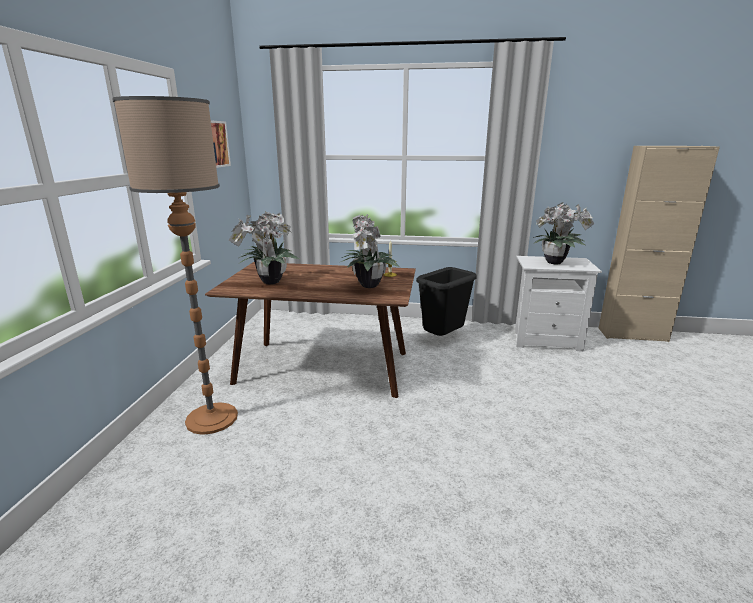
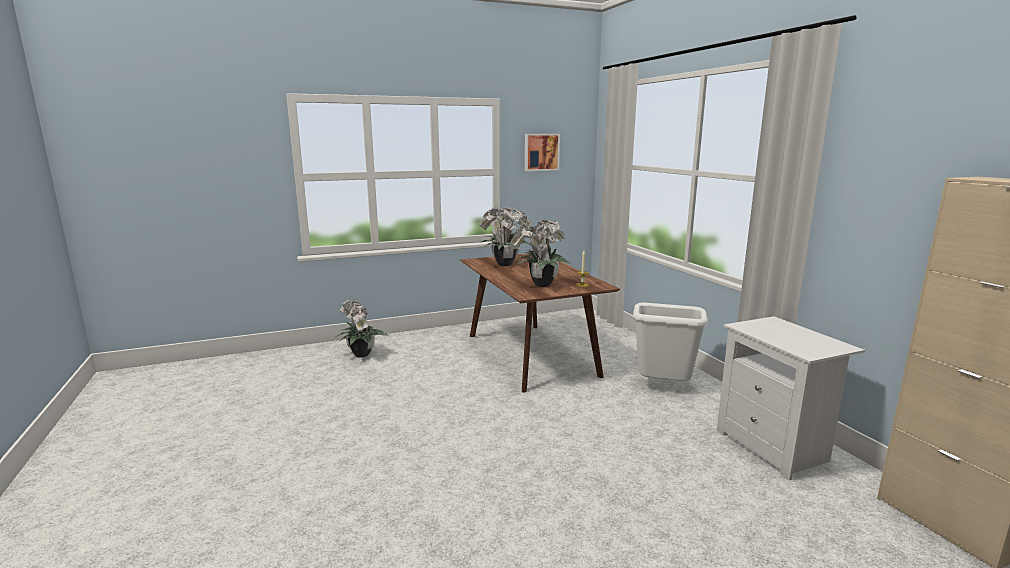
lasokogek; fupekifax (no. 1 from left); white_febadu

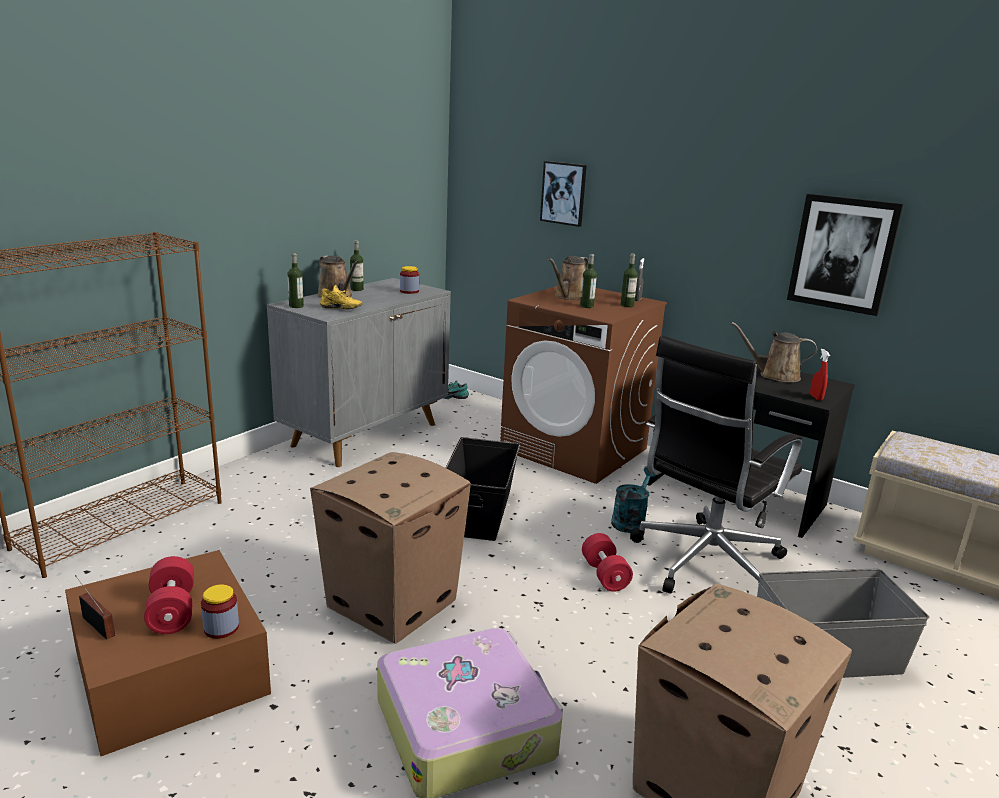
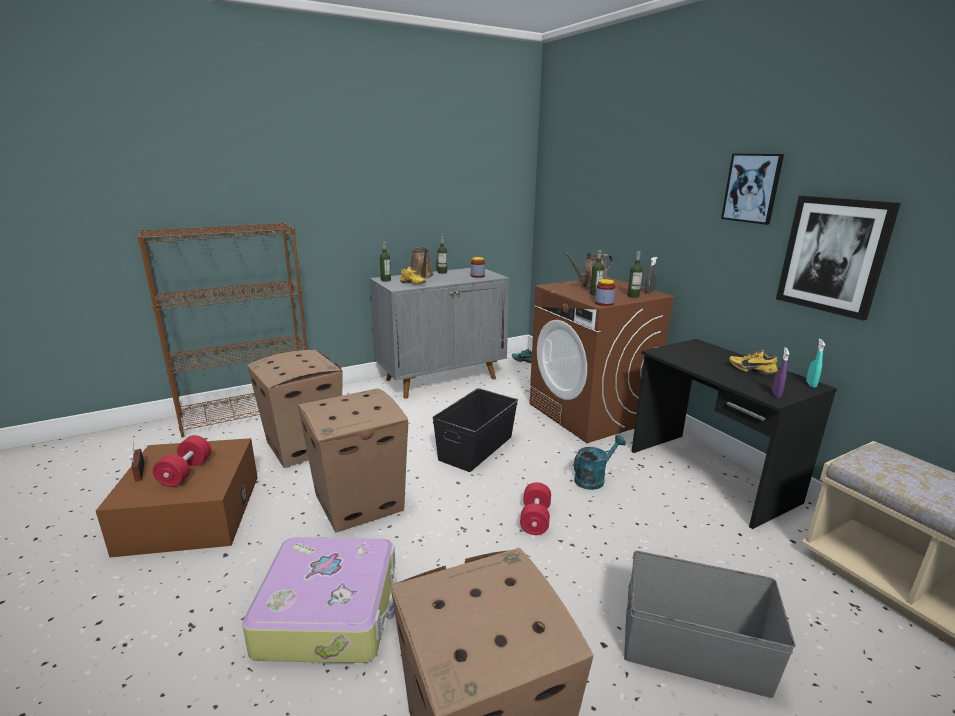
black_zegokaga; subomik (no. 1 from left); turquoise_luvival; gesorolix (no. 2 from left); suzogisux (no. 1 from left); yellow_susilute (no. 2 from left); purple_luvival

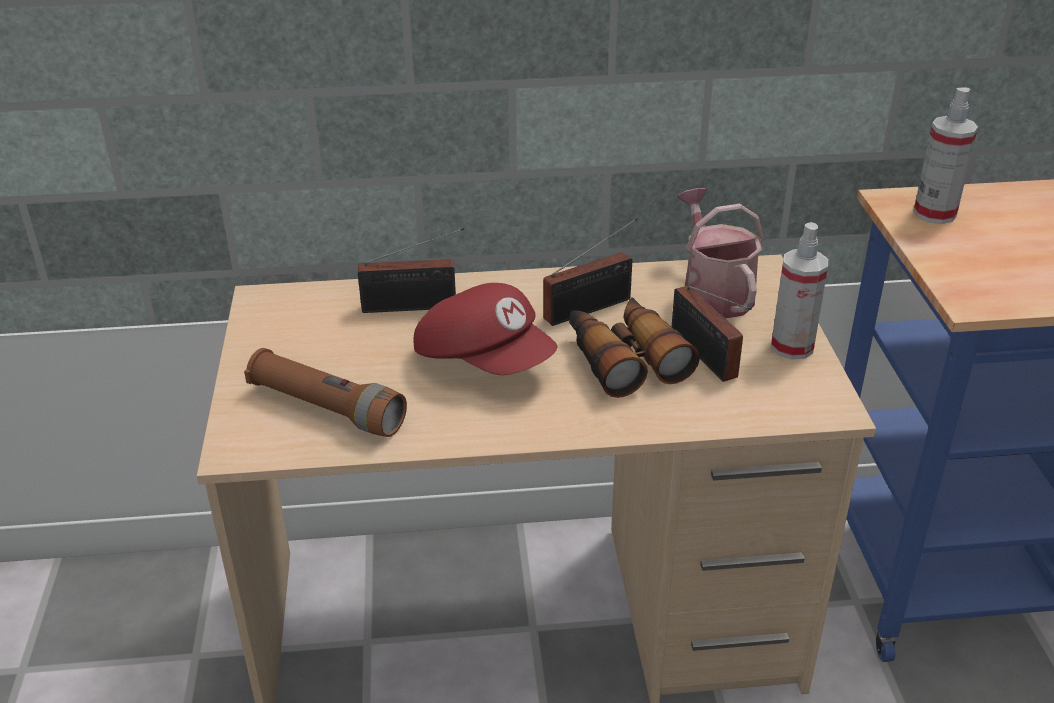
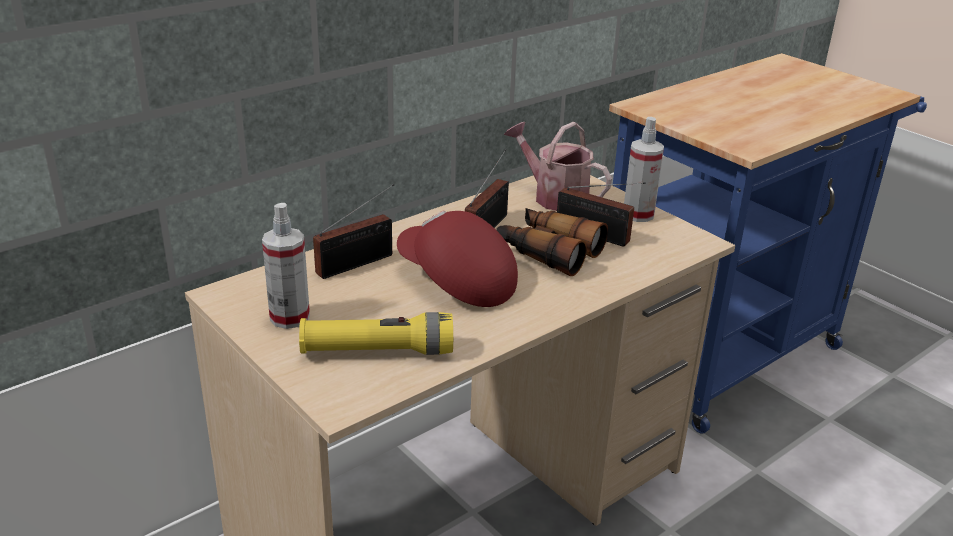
luvival (no. 1 from left); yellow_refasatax; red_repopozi

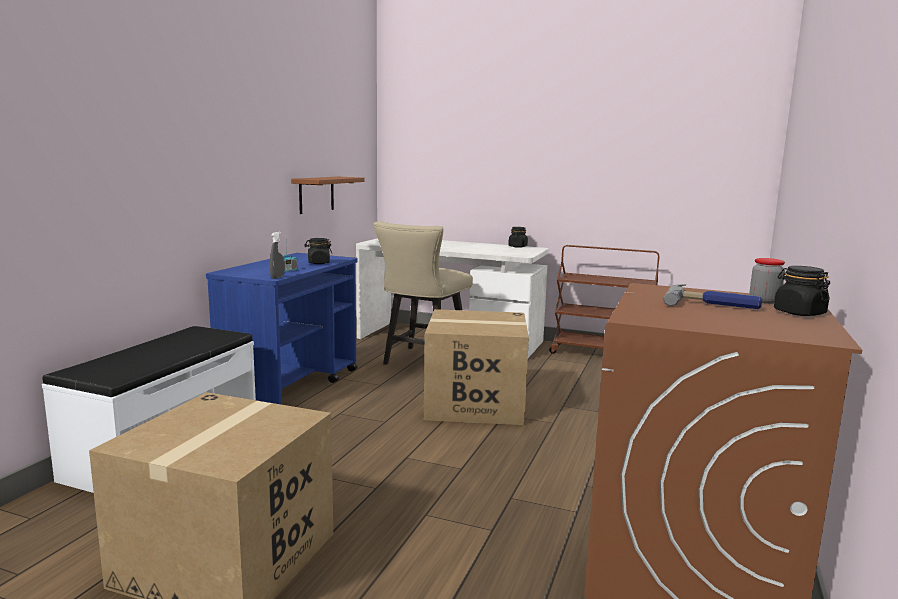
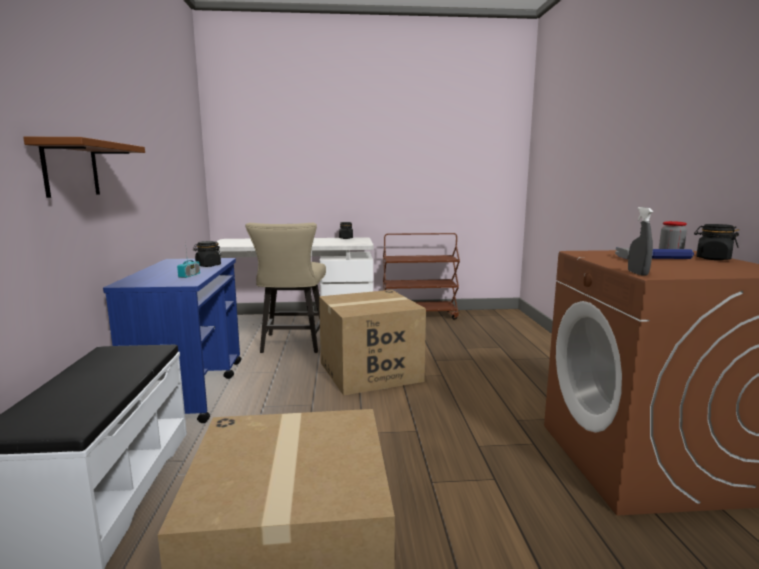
grey_luvival; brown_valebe

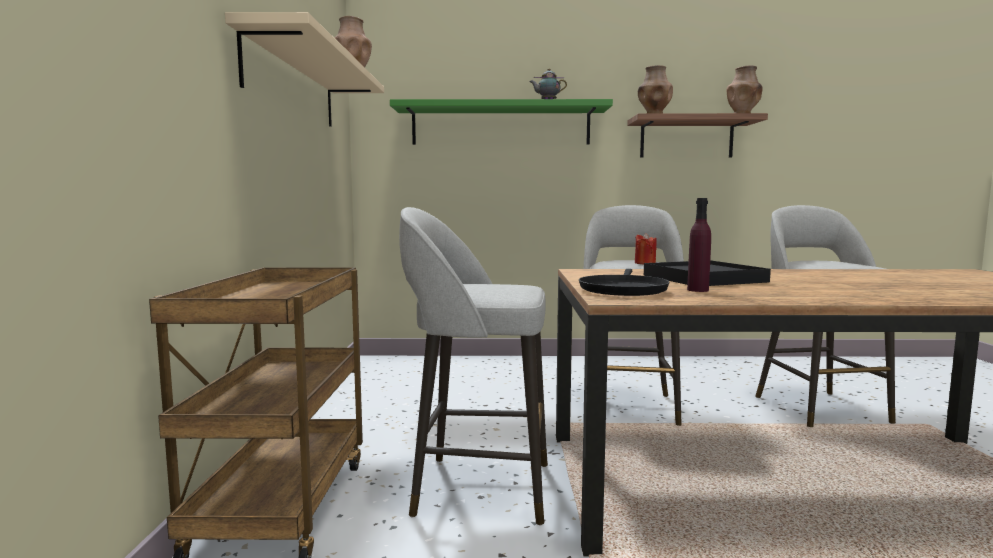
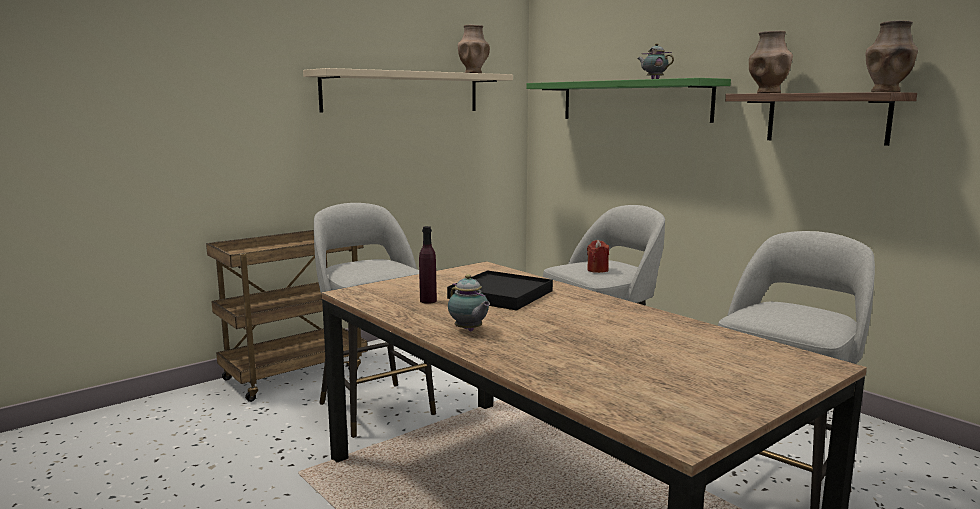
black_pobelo; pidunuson (no. 1 from left)

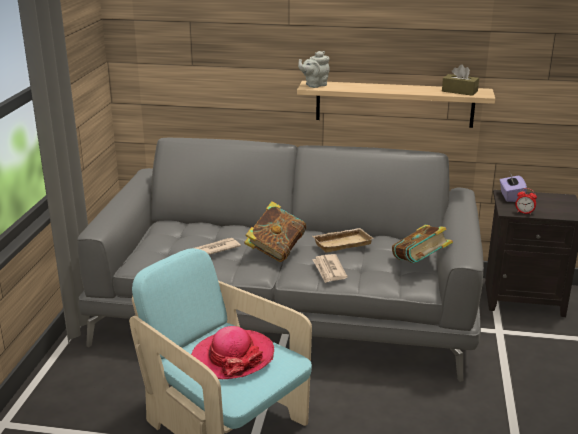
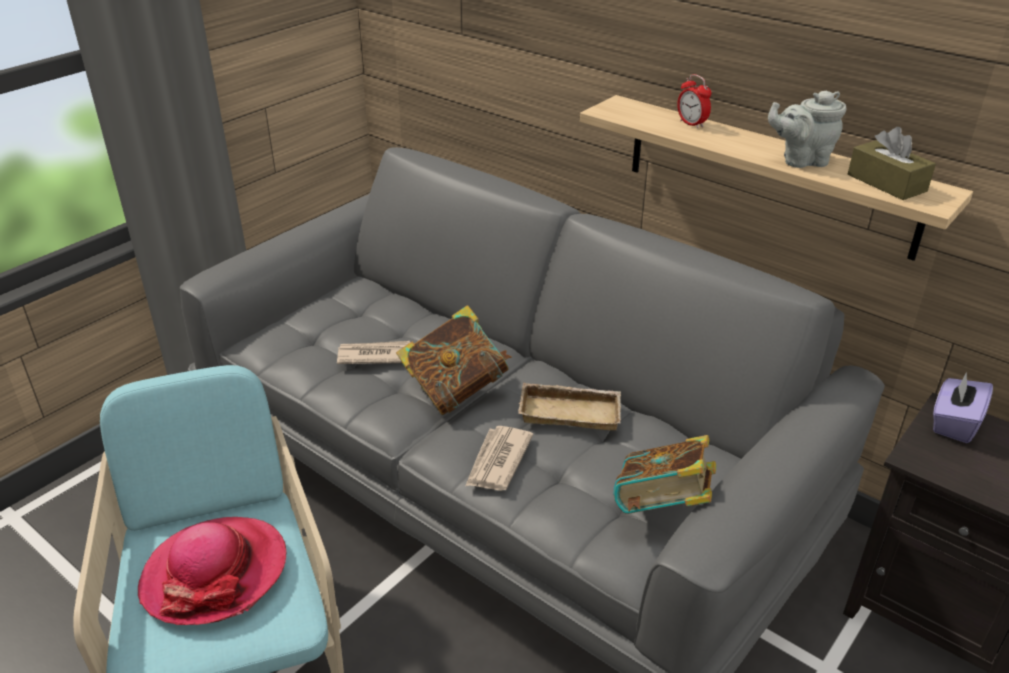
grey_pidunuson; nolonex

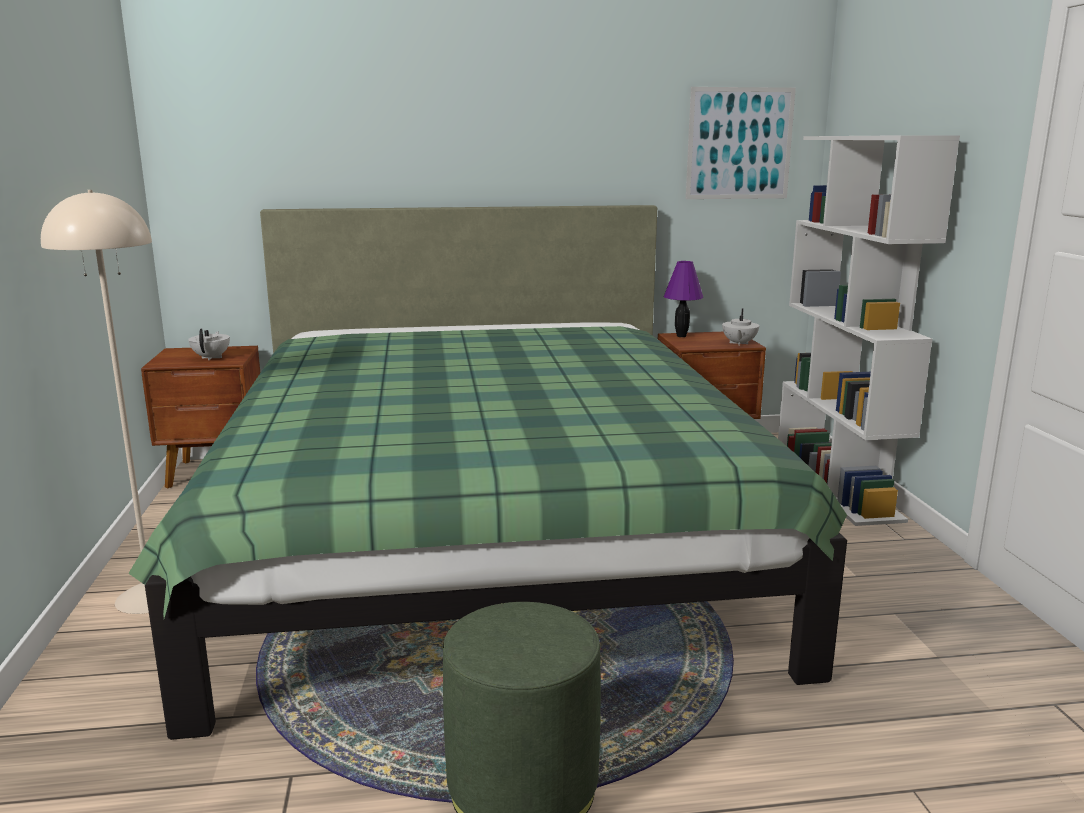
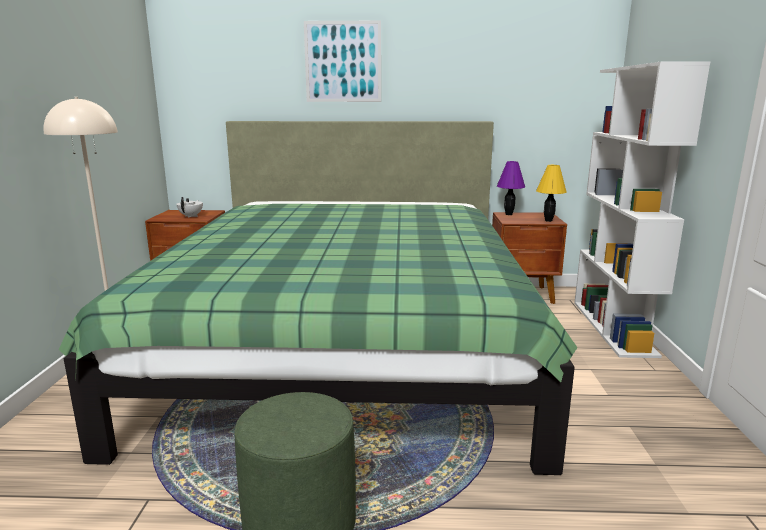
suzogisux; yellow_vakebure

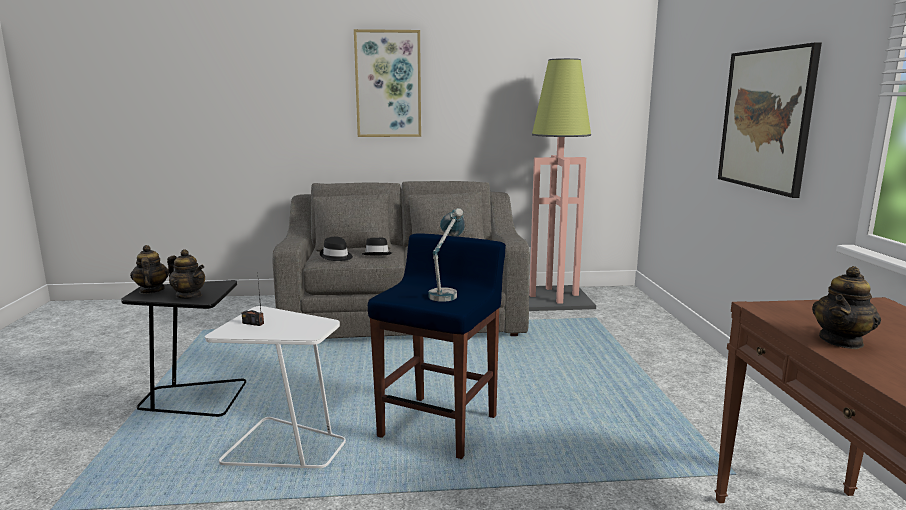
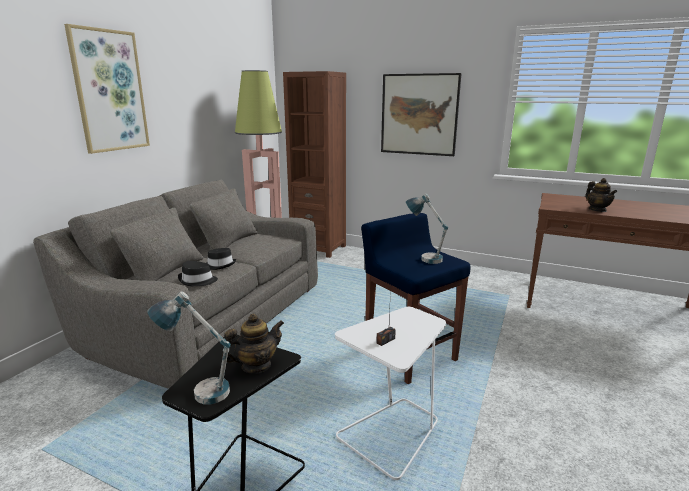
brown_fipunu; vakebure (no. 1 from left)

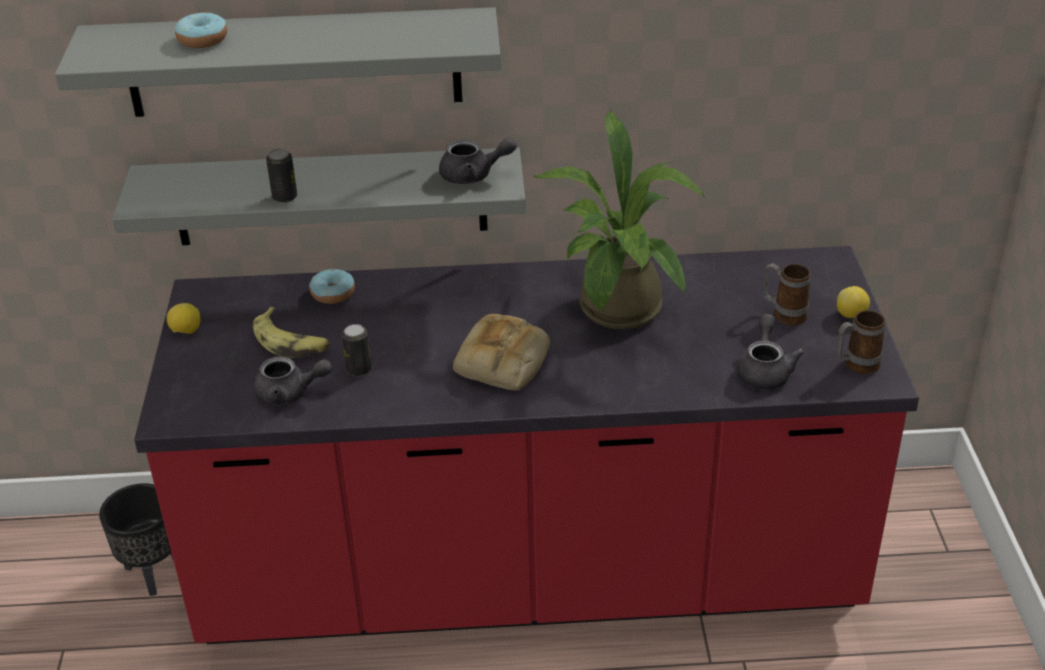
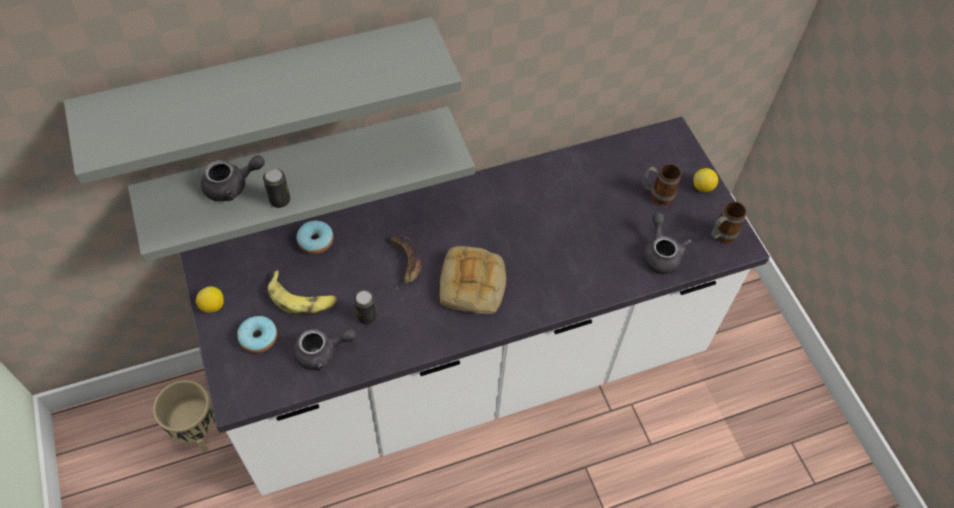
fupekifax; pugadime (no. 2 from left); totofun (no. 1 from left); grey_pidunuson (no. 1 from left); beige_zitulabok; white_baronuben

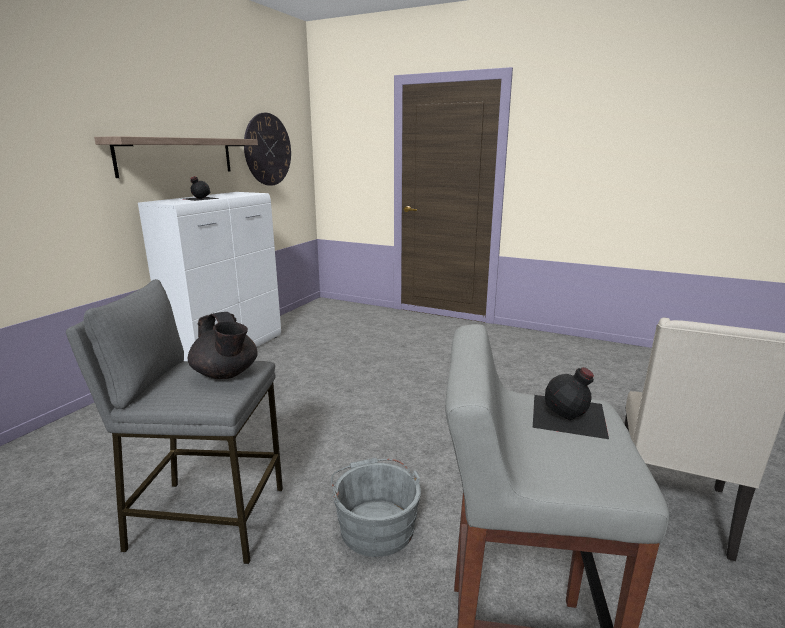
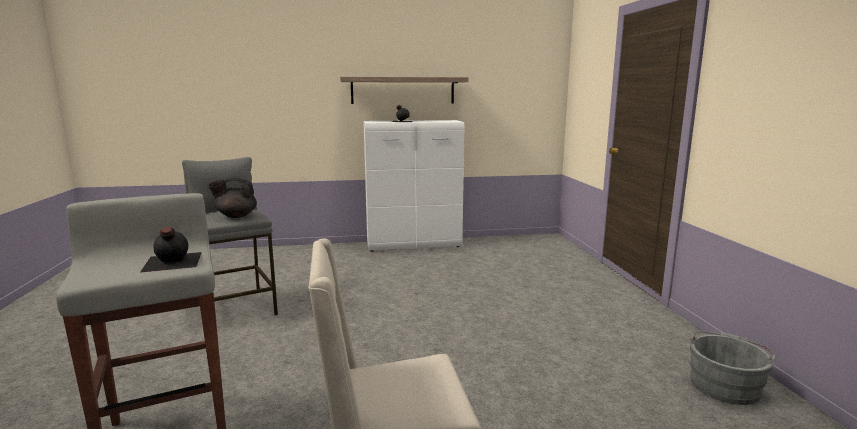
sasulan; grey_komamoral; black_pidunuson

